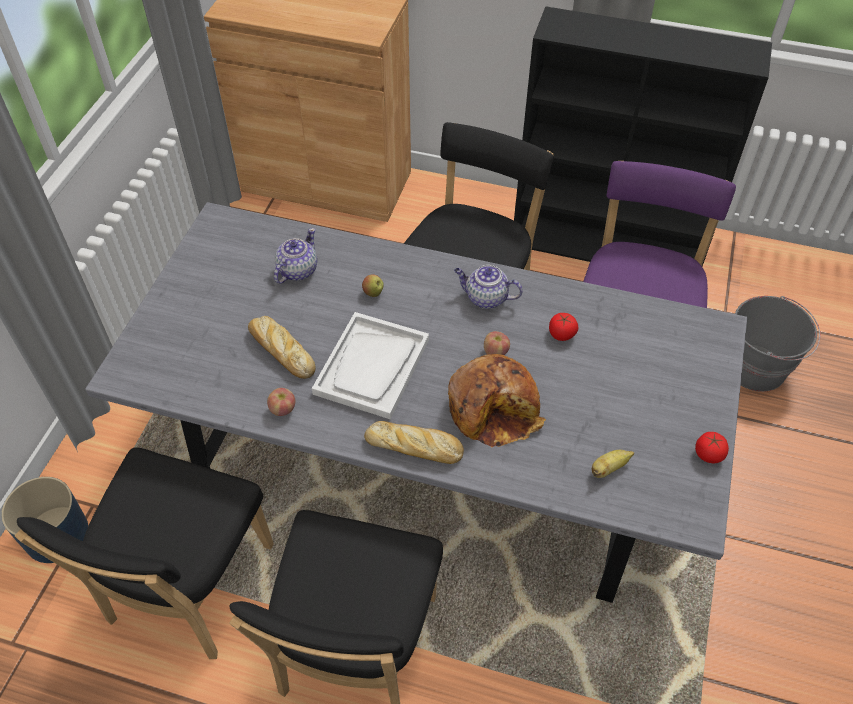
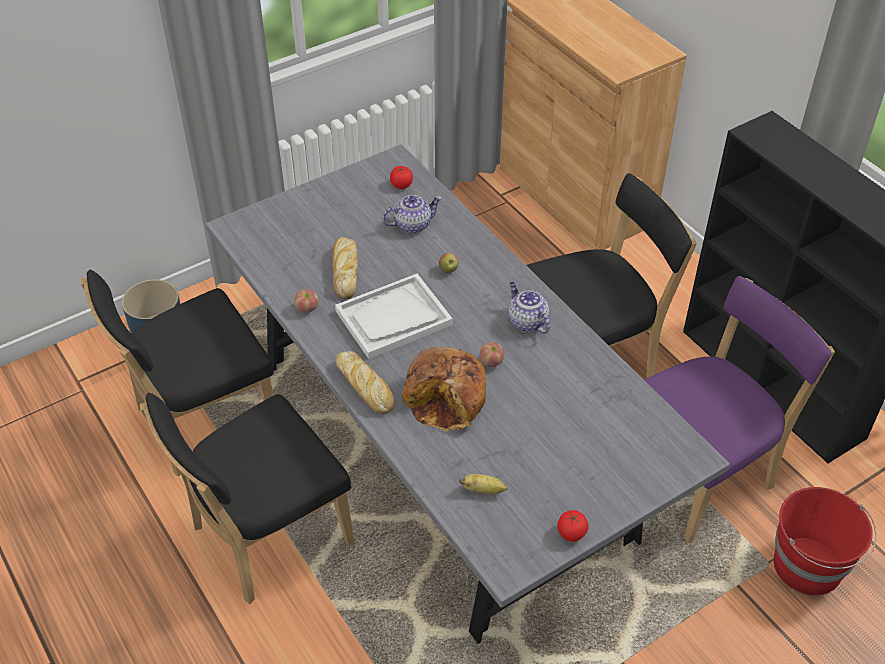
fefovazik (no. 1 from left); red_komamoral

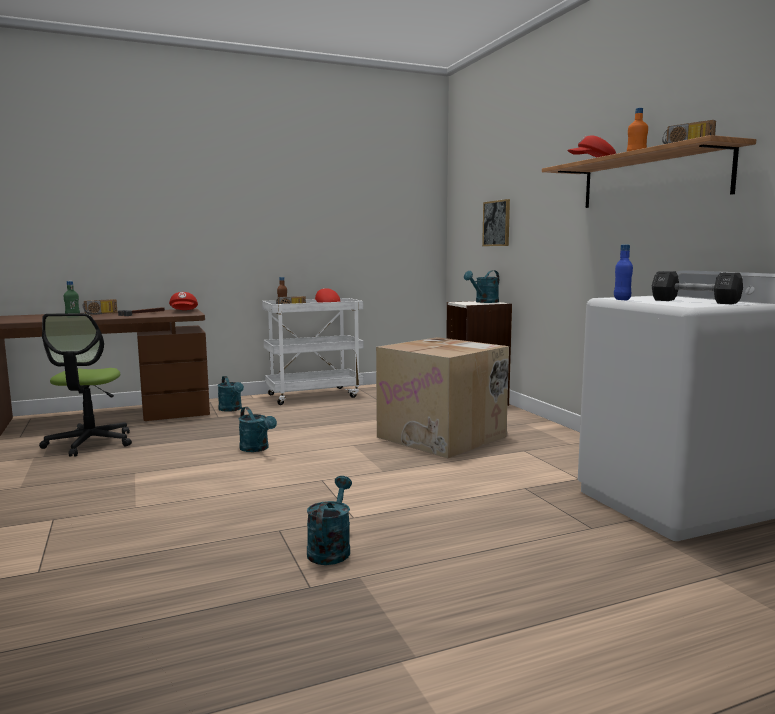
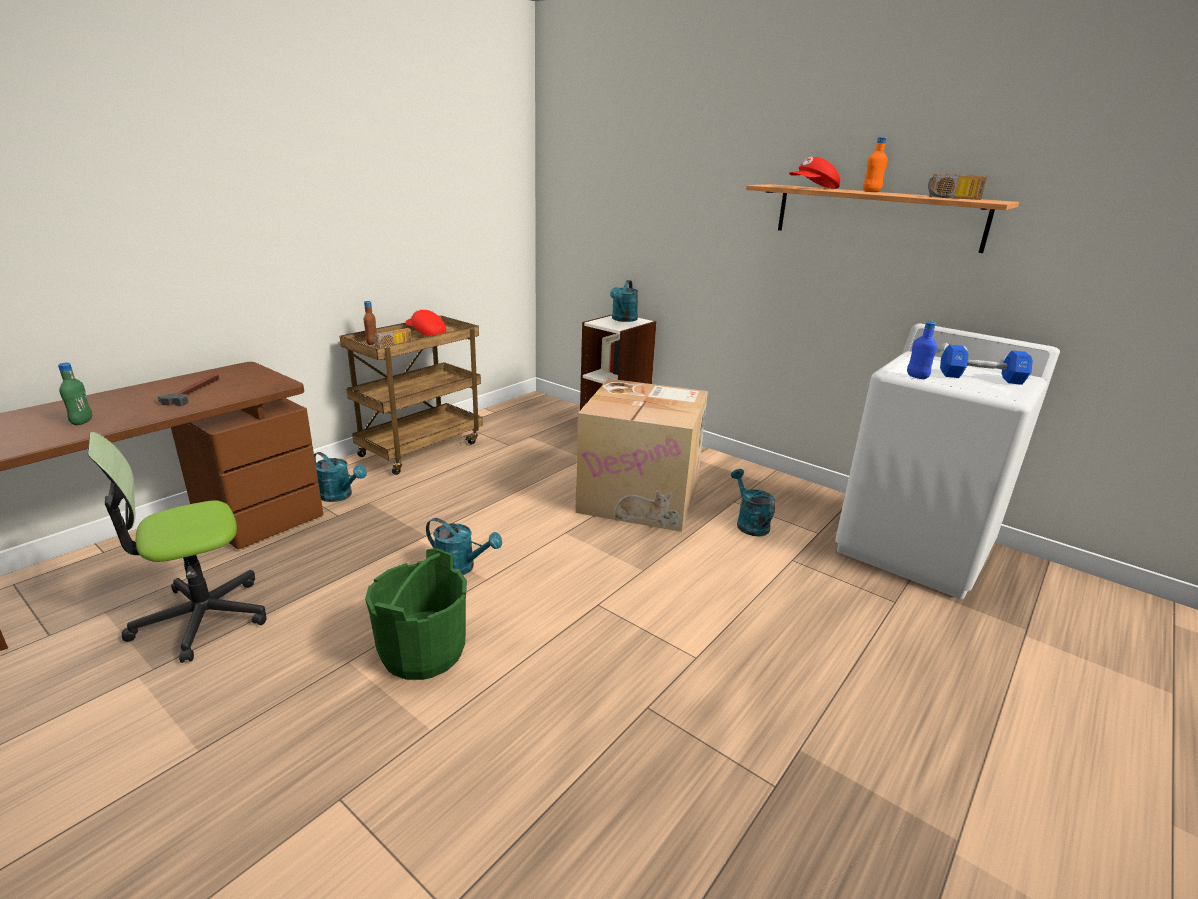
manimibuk (no. 1 from left in the first image); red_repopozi (no. 1 from left in the first image); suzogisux; green_komamoral; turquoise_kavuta (no. 4 from left); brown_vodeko; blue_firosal; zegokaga

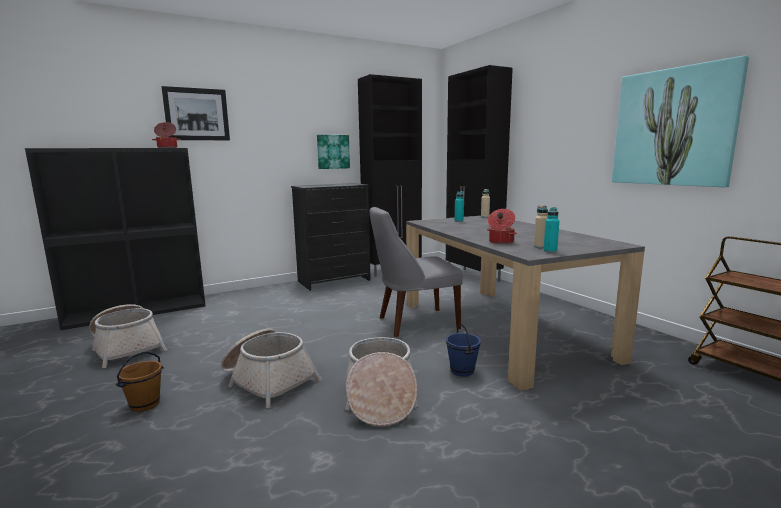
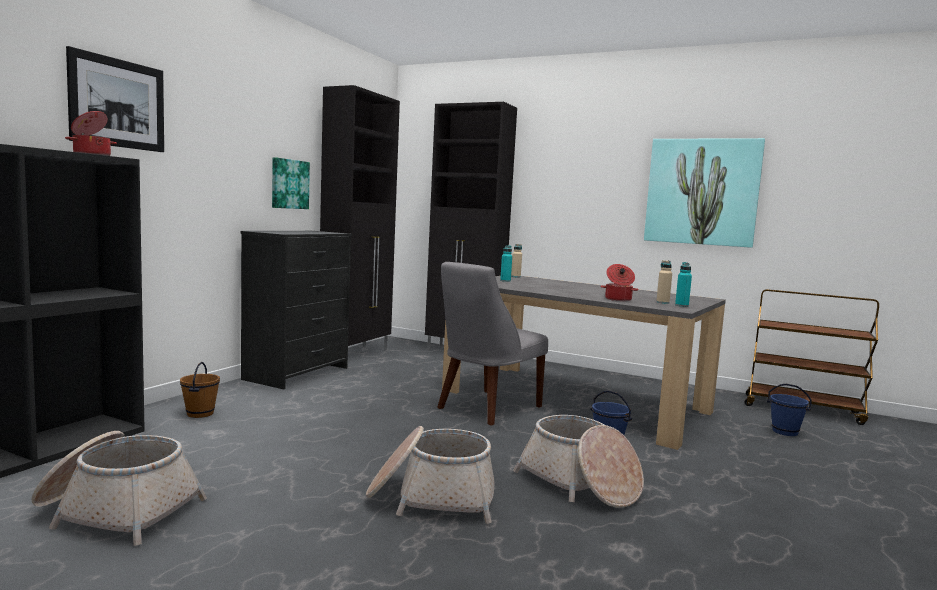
blue_komamoral (no. 2 from left); brown_komamoral

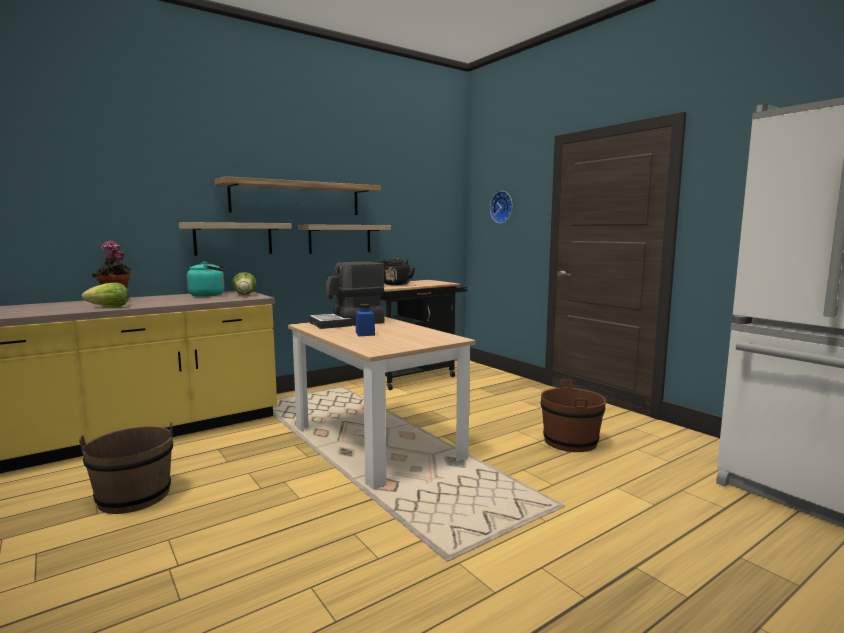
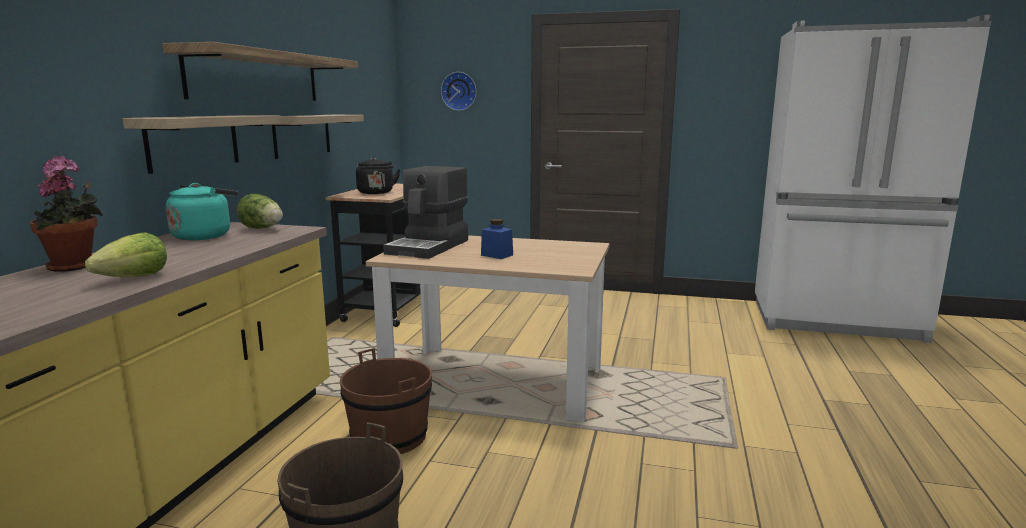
brown_komamoral (no. 2 from left)

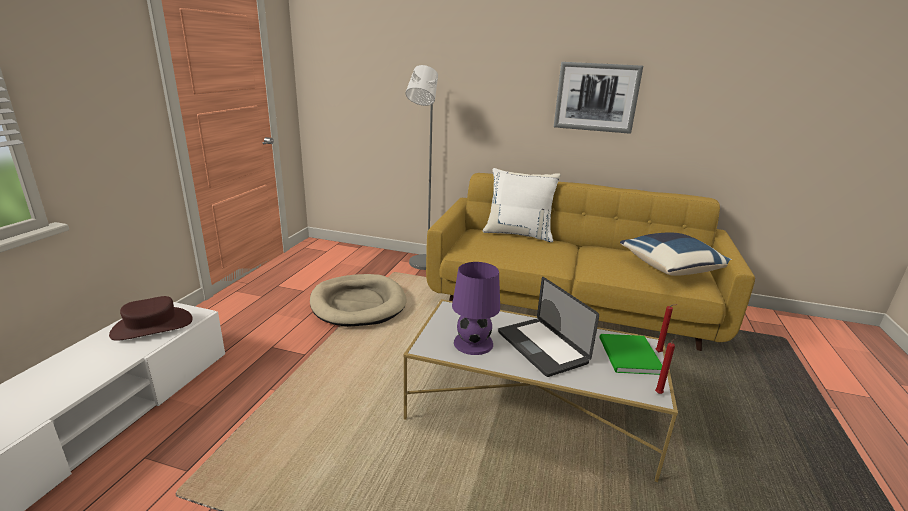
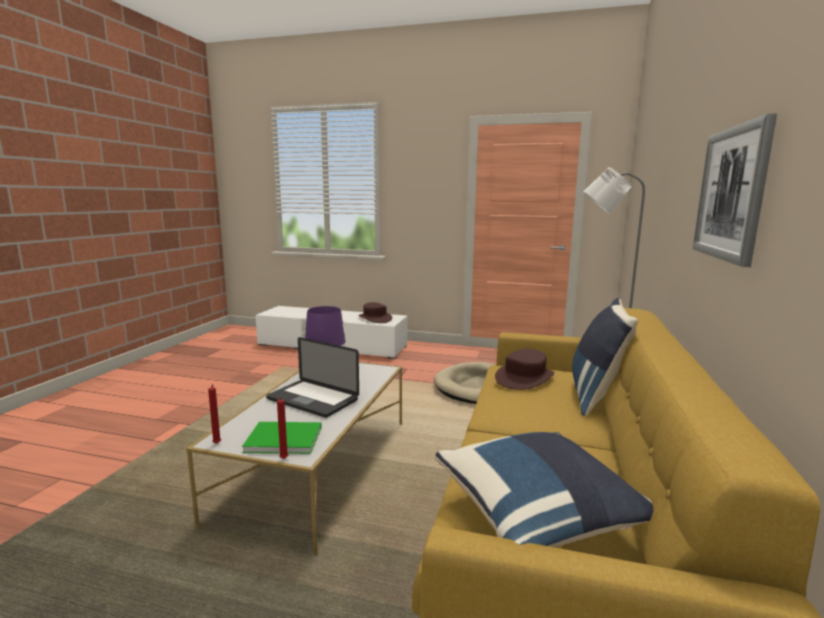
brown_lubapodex (no. 2 from left); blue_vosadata (no. 2 from left); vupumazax

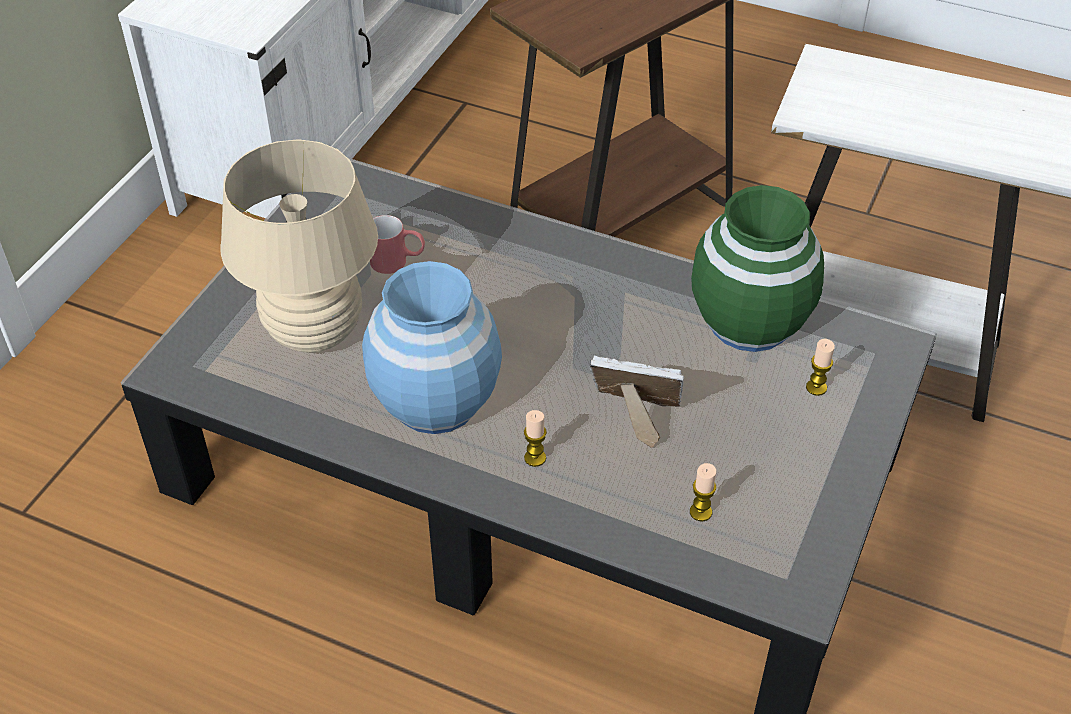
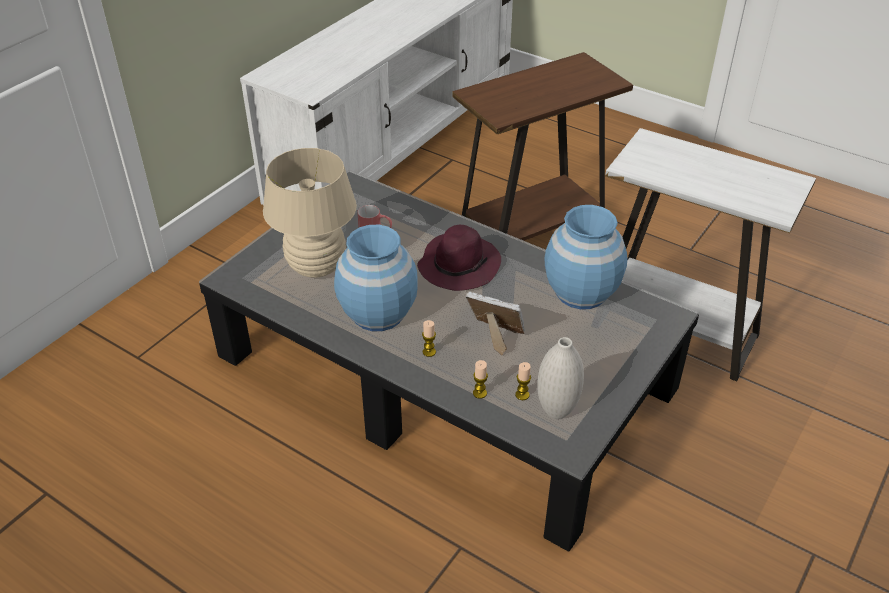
purple_lubapodex; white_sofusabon; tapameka (no. 2 from left); blue_sofusabon (no. 2 from left)

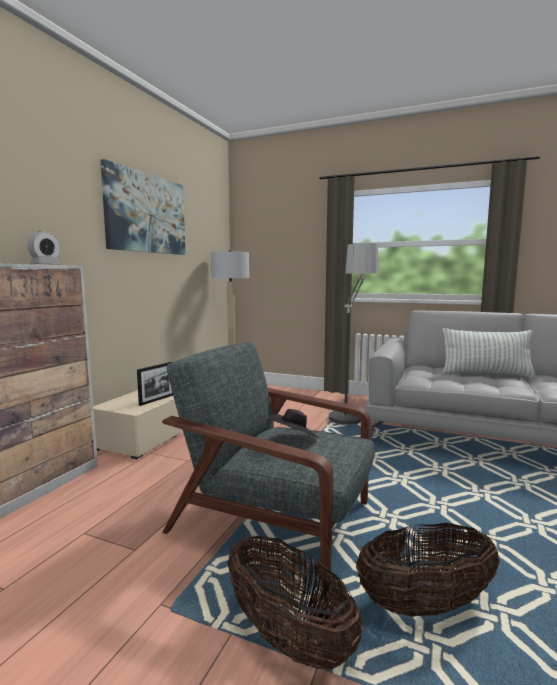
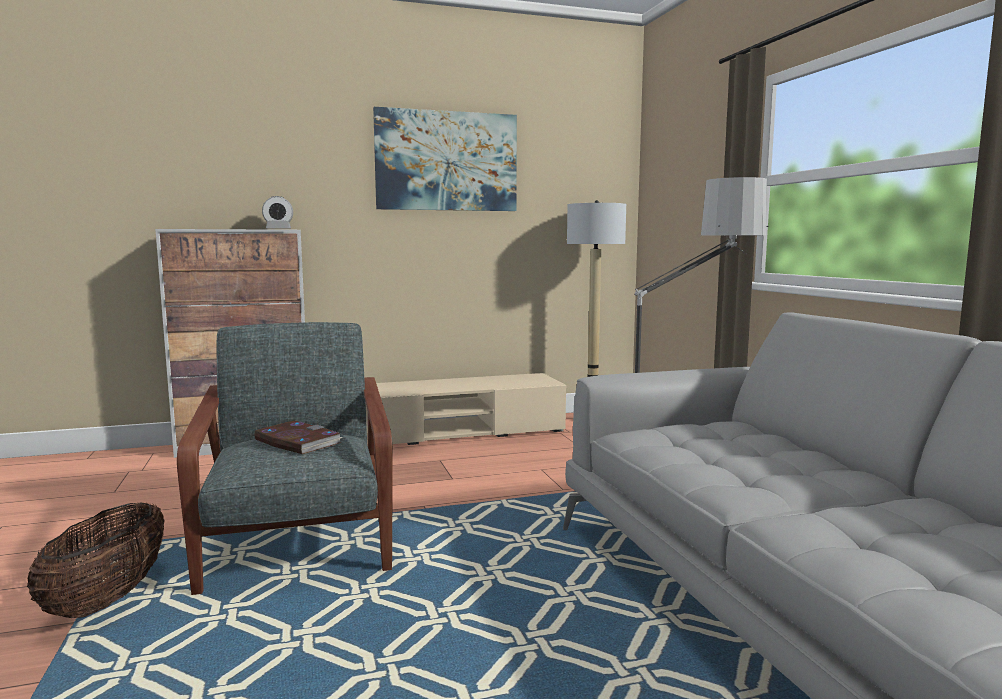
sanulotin; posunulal (no. 2 from left in the first image); vosadata; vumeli

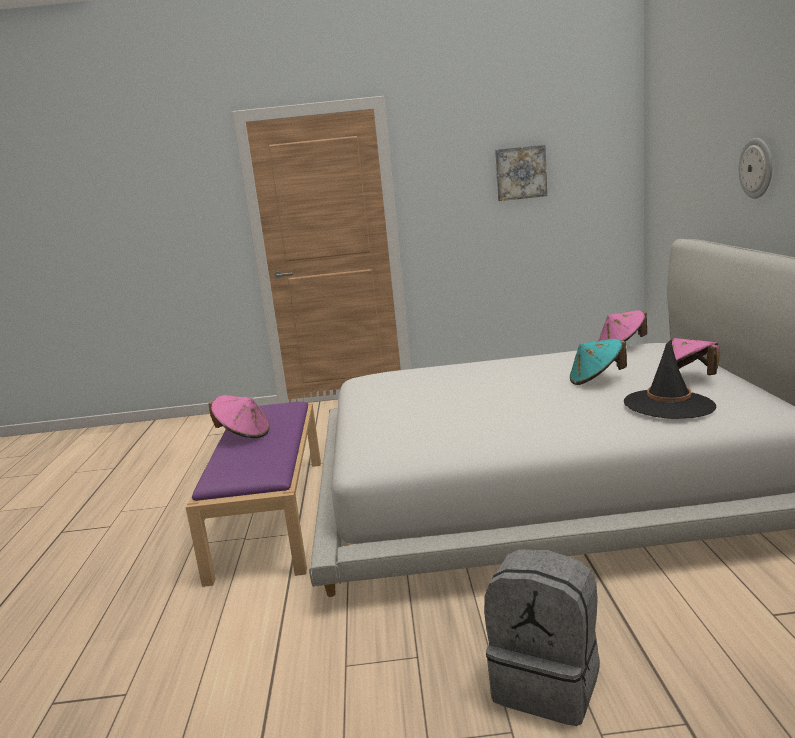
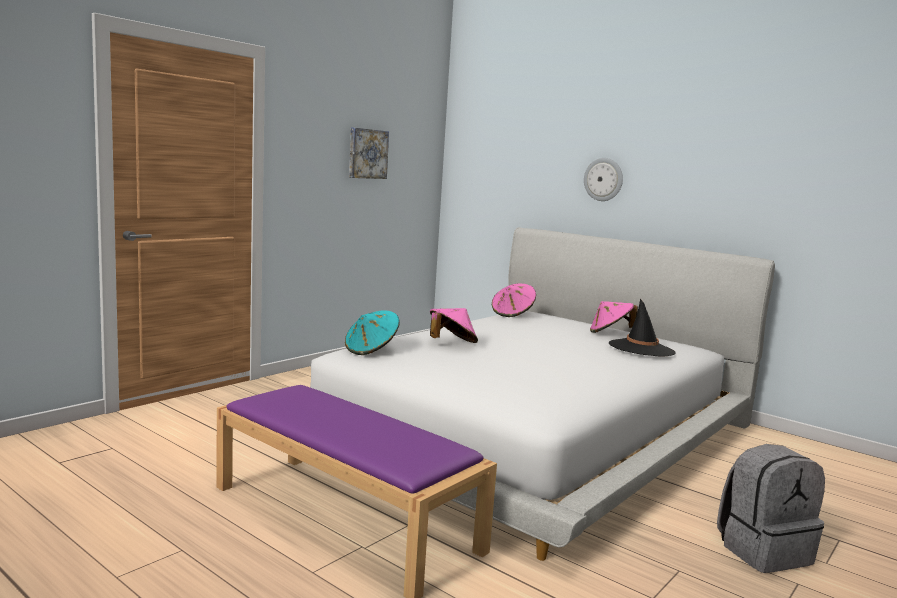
pink_lubapodex (no. 1 from left); turquoise_lubapodex

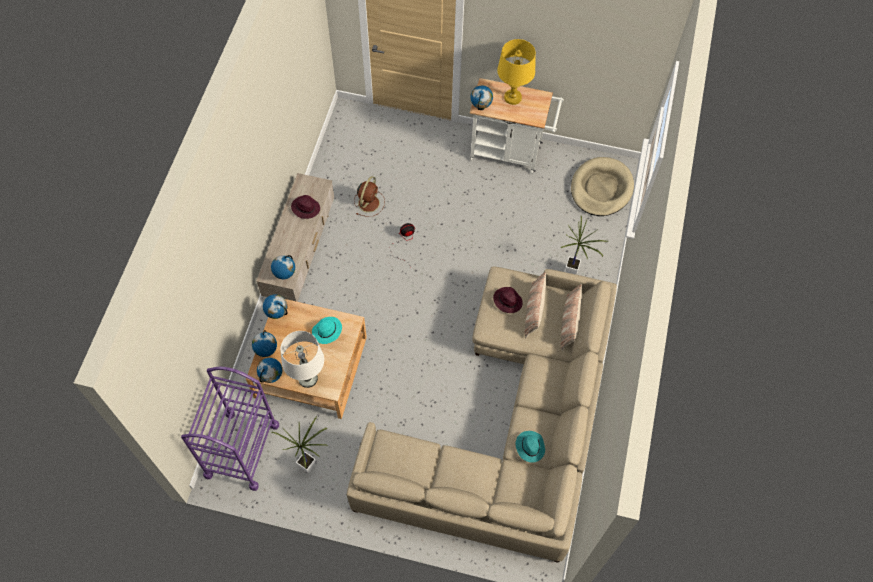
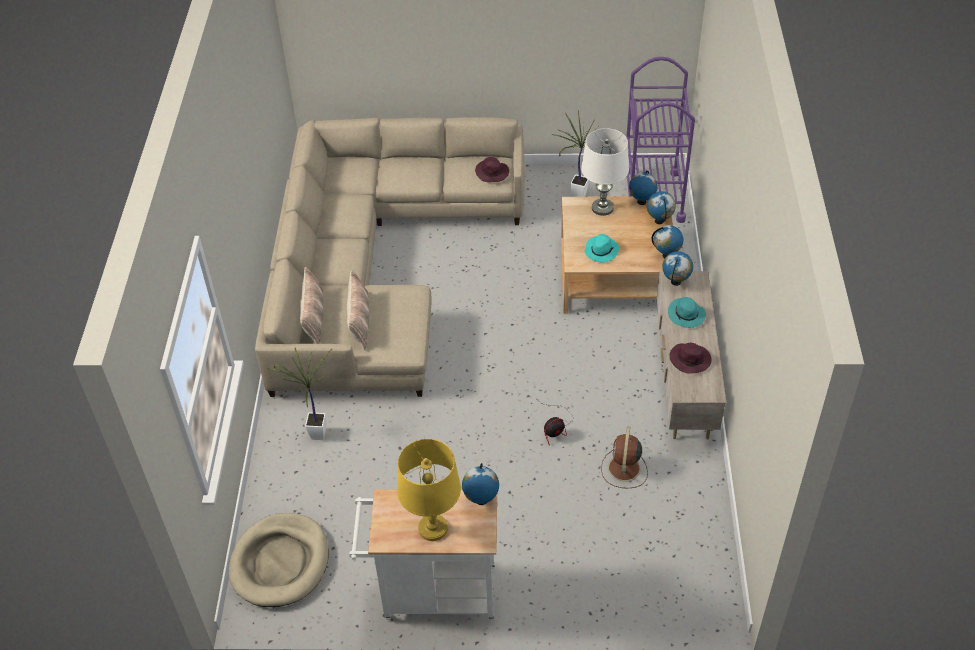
purple_lubapodex (no. 1 from left); turquoise_lubapodex (no. 2 from left)

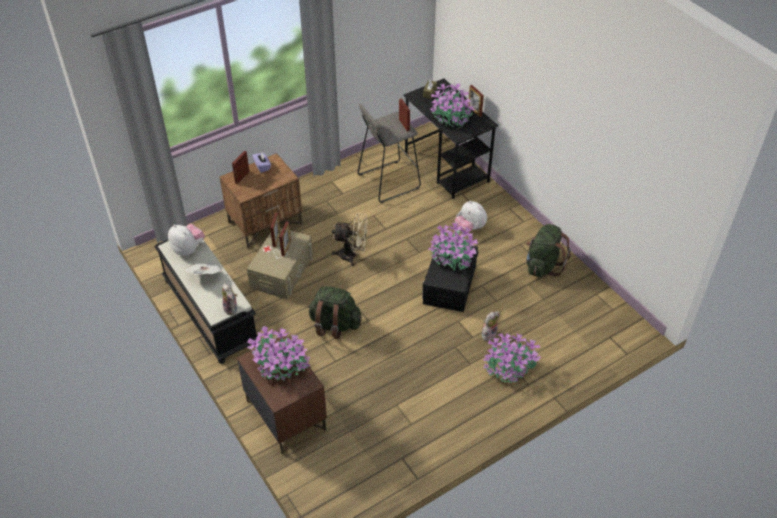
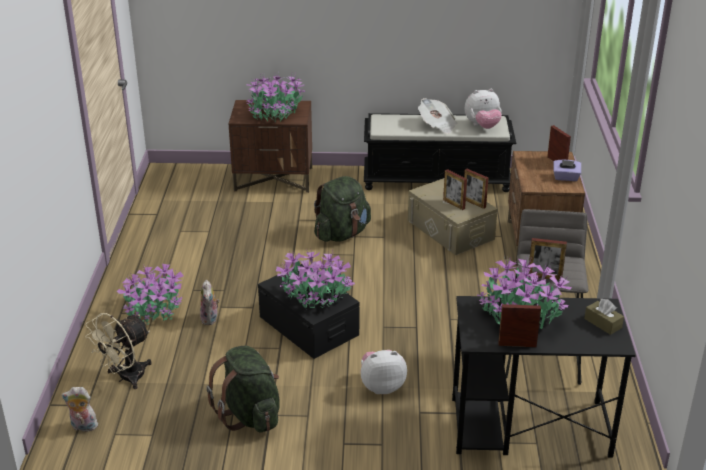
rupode (no. 1 from left); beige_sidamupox

